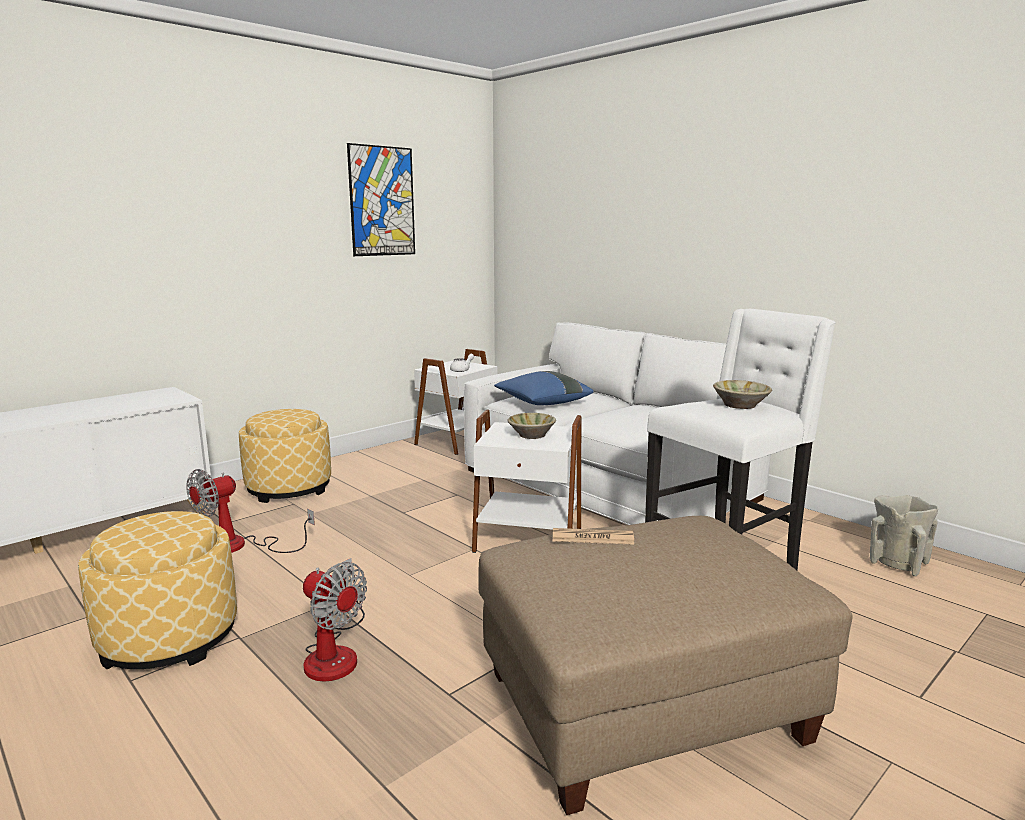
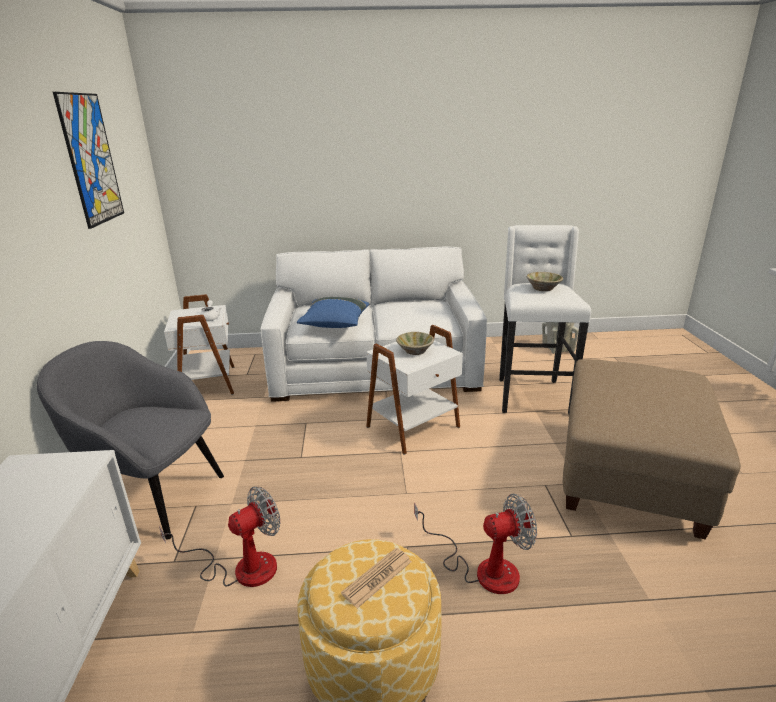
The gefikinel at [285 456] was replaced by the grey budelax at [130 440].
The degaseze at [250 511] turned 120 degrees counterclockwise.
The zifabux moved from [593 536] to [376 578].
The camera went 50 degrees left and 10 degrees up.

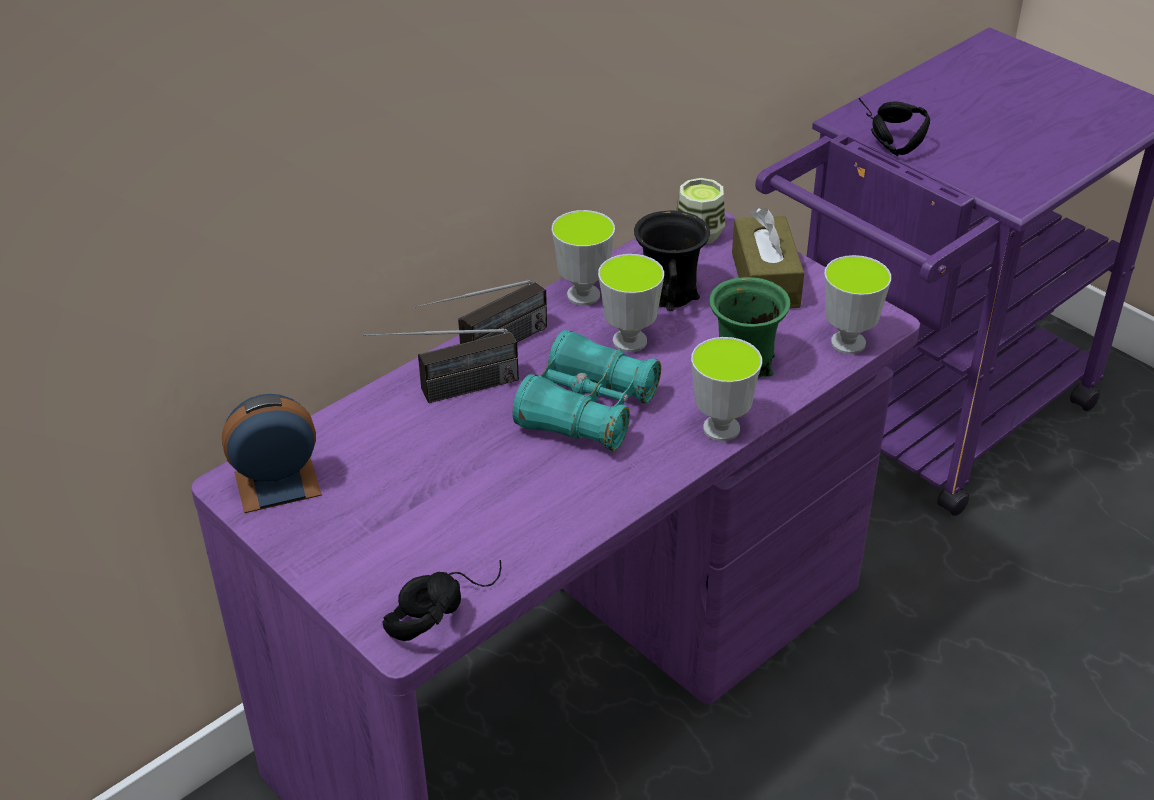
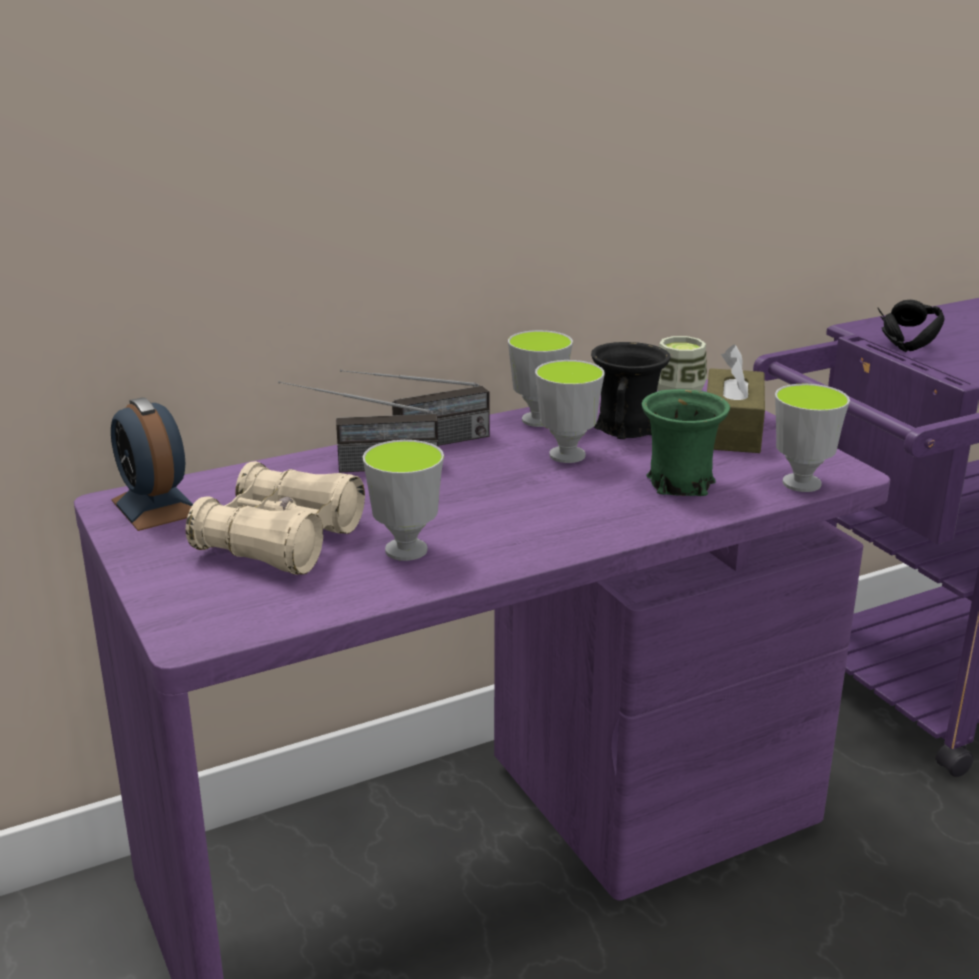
The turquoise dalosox at [587 390] disappeared.
The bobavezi moved from [726 389] to [403 500].
The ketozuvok at [272 453] turned 120 degrees counterclockwise.
The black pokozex at [442 600] disappeared.
The beige dalosox at [275 518] appeared.
The camera went 15 degrees right and 15 degrees down.

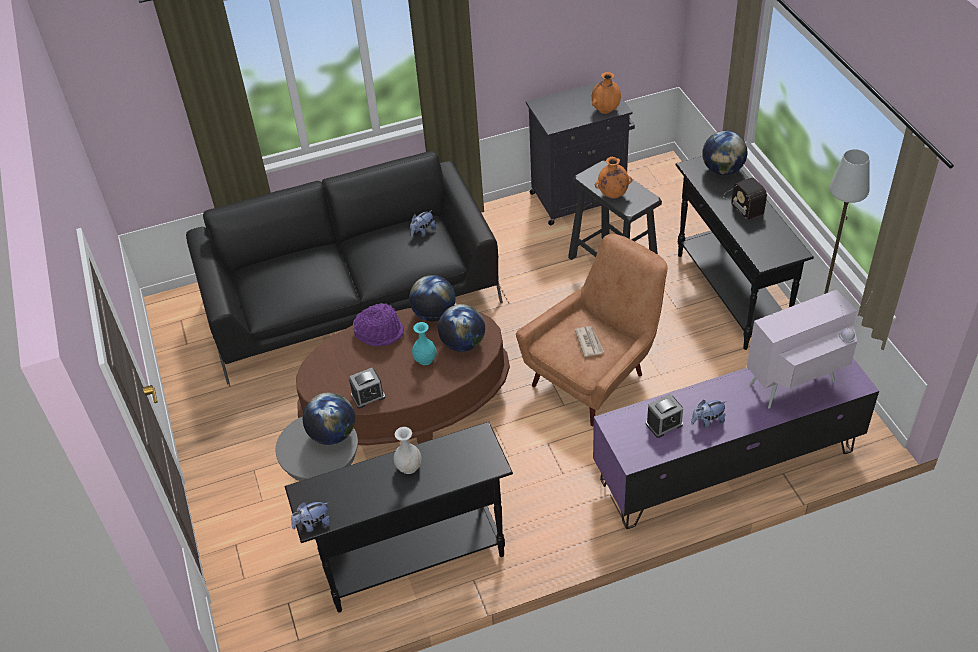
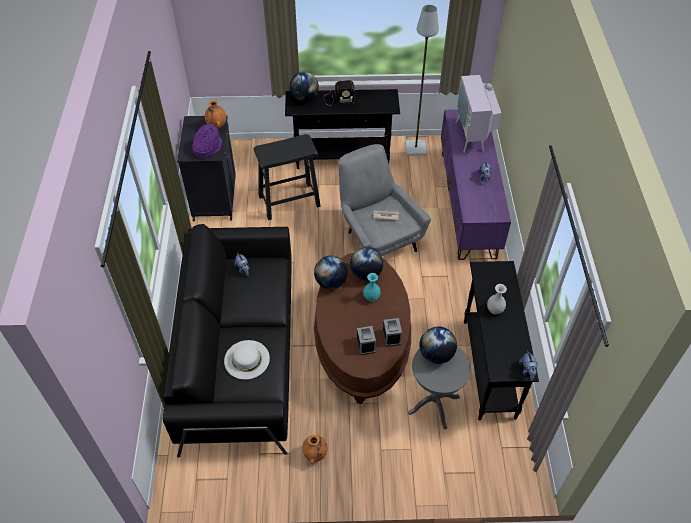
The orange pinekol moved from [613 177] to [315 449].
The brown budelax at [592 330] became the grey budelax at [384 200].
The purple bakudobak moved from [378 324] to [207 140].
The ketozuvok moved from [664 416] to [366 340].
The white bakudobak at [247 360] appeared.
The camera went 75 degrees left and 5 degrees up.

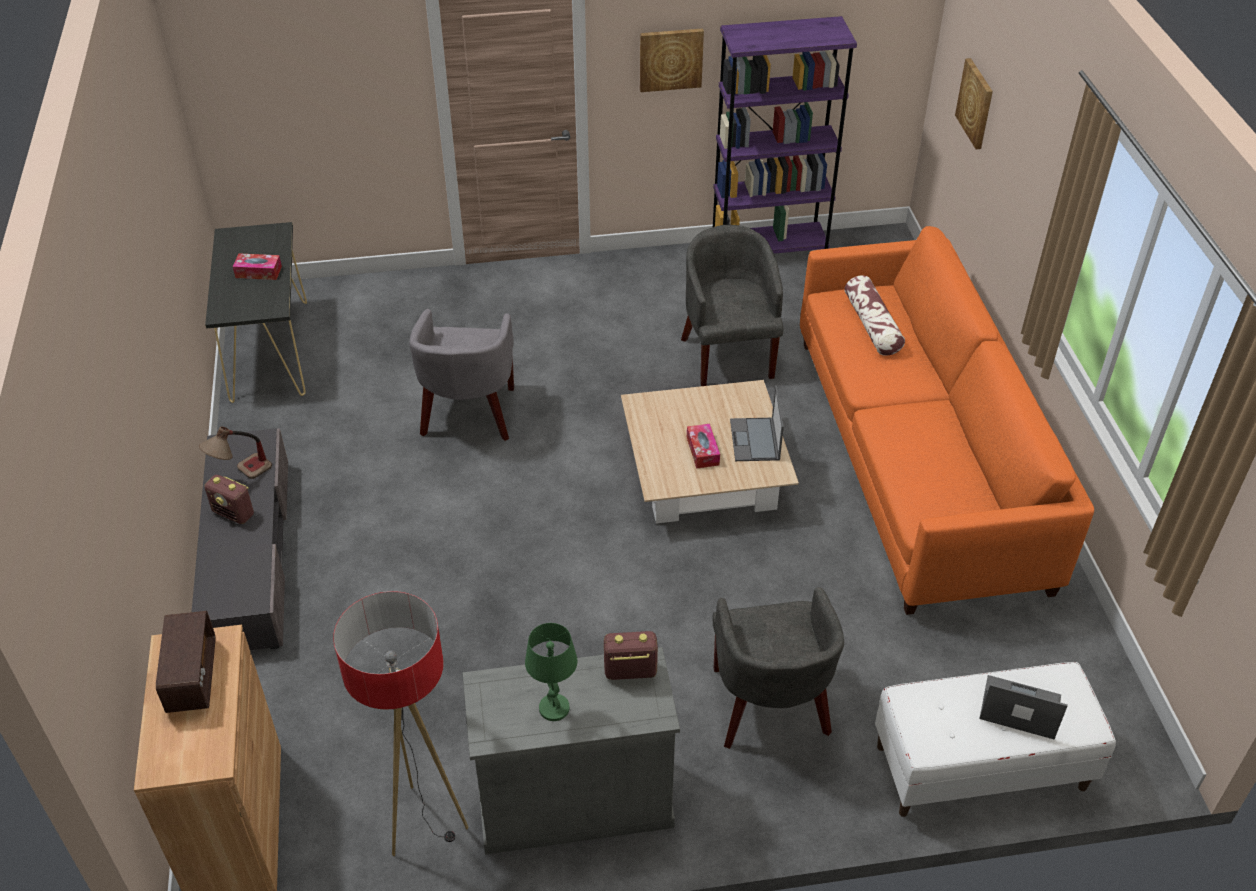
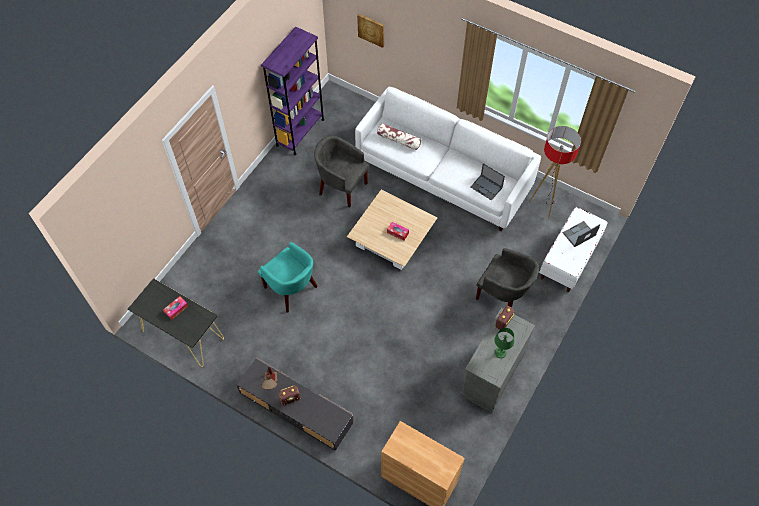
The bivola at [672 60] disappeared.
The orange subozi at [947 420] became the white subozi at [448 159].
The grey budelax at [461 375] became the turquoise budelax at [287 277].
The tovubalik moved from [757 423] to [487 182].
The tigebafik moved from [400 723] to [555 172].
The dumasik at [186 662] disappeared.
The camera went 50 degrees left and 15 degrees up.

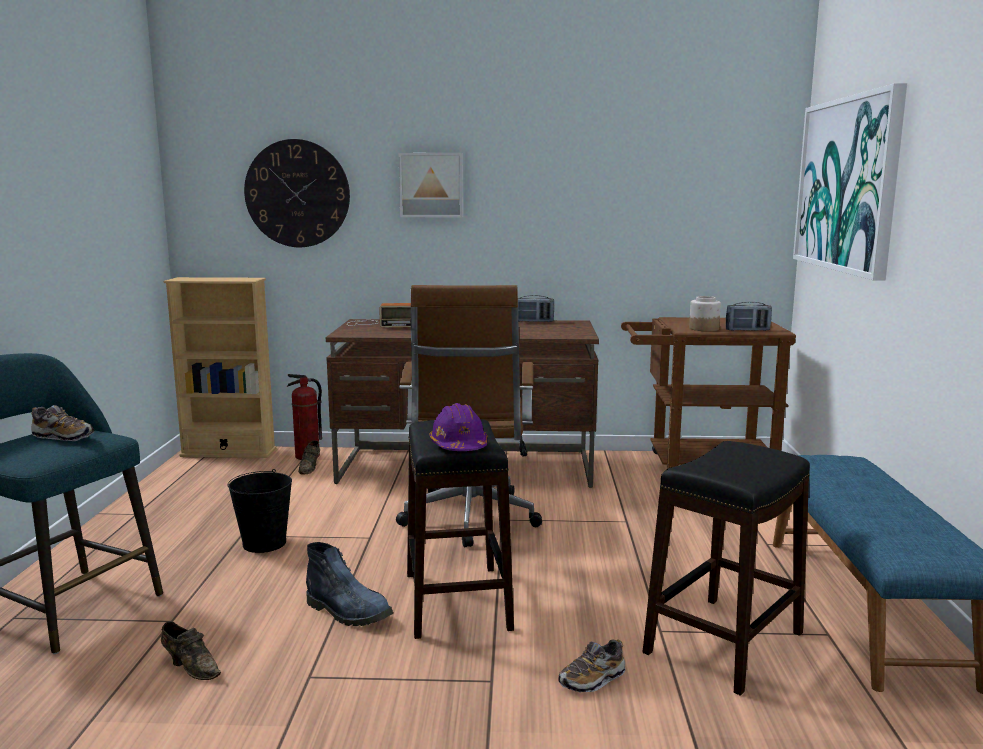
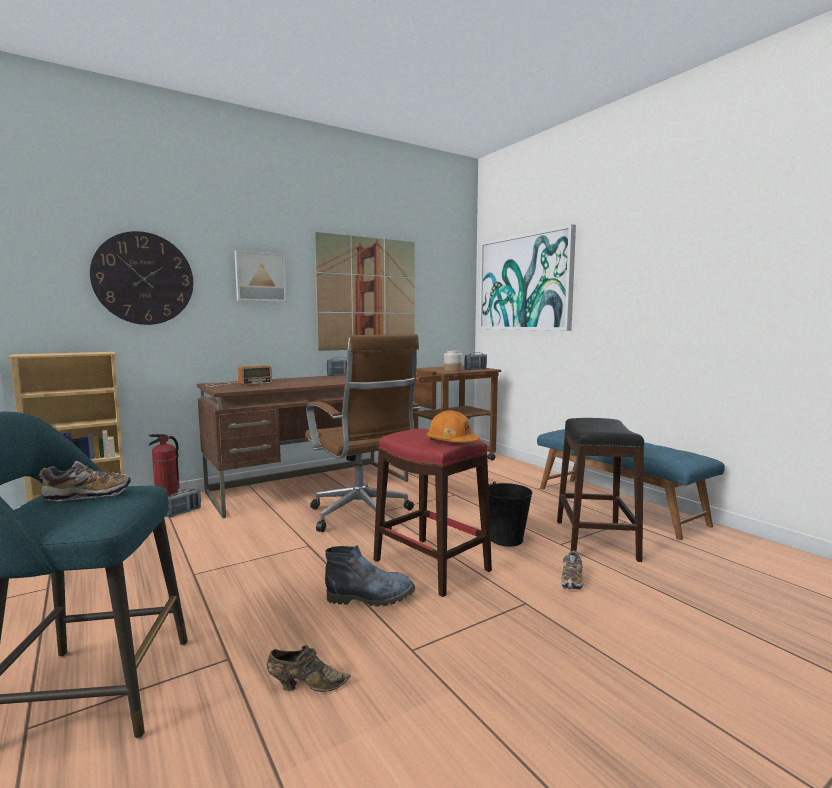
The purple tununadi at [458 427] became the orange tununadi at [453 426].
The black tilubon at [460 529] became the red tilubon at [432 512].
The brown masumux at [309 457] was replaced by the dumasik at [183 503].
The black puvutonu moved from [259 511] to [510 514].
The bivola at [365 291] appeared.
The camera went 35 degrees left and 5 degrees down.

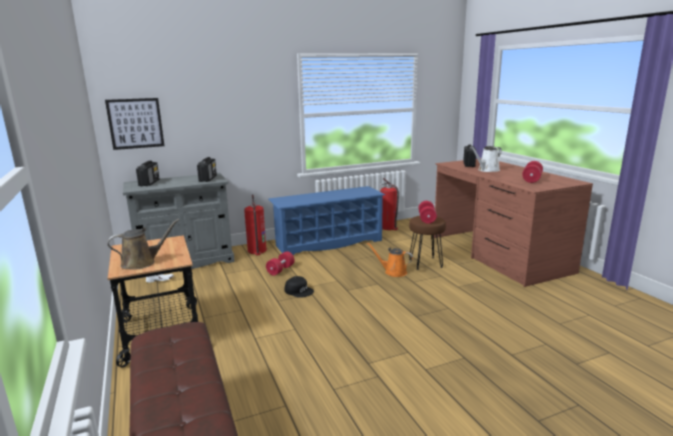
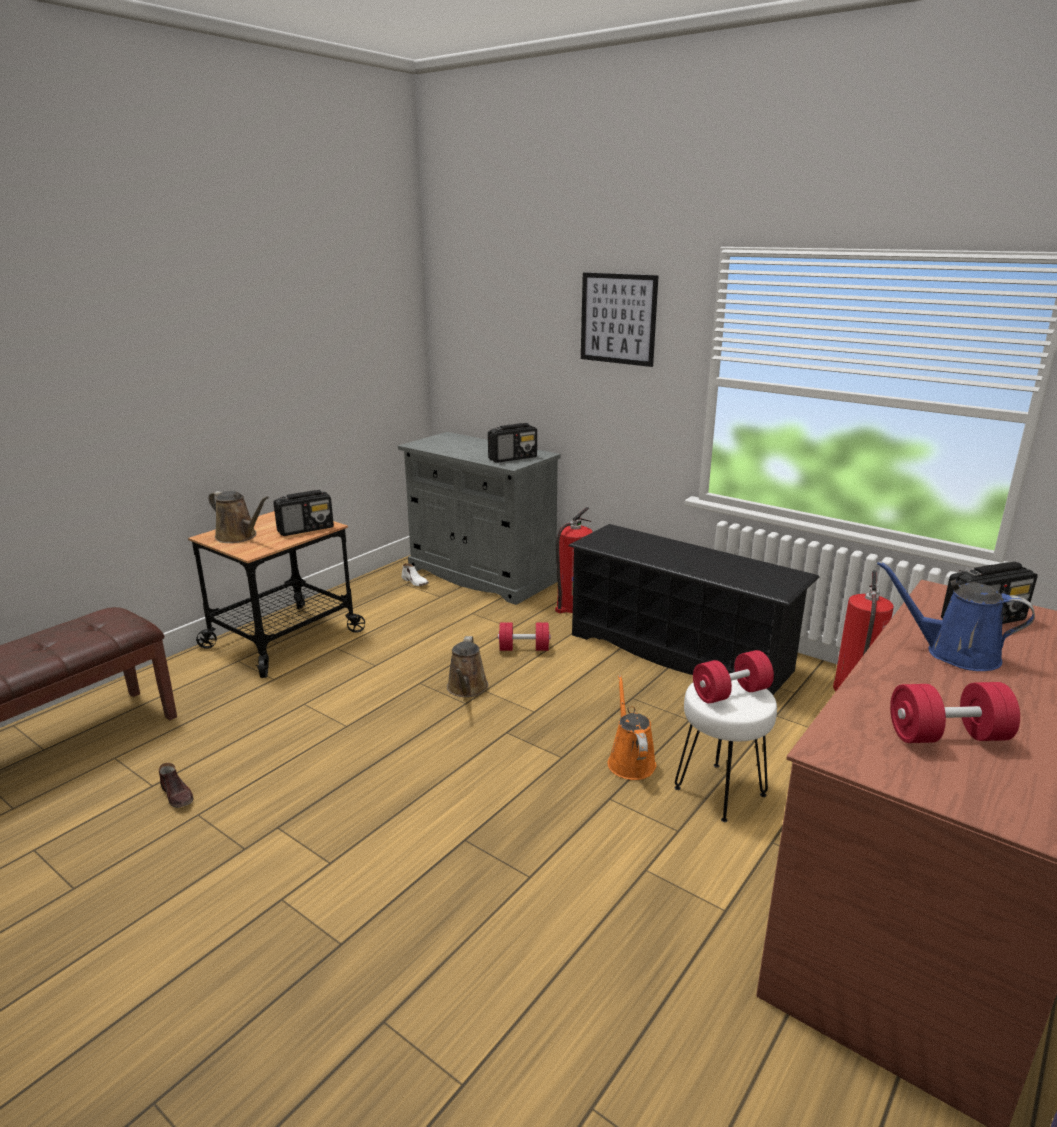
The bivola moved from [134 124] to [620 320].
The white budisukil at [486 159] became the blue budisukil at [956 616].
The dumasik moved from [147 173] to [303 513].
The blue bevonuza at [326 220] became the black bevonuza at [693 609].
The brown tilubon at [427 243] became the white tilubon at [726 750].
The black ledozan at [299 287] was replaced by the brown budisukil at [467 666].
The brown masumux at [176 785] appeared.
The camera went 60 degrees right and 5 degrees up.

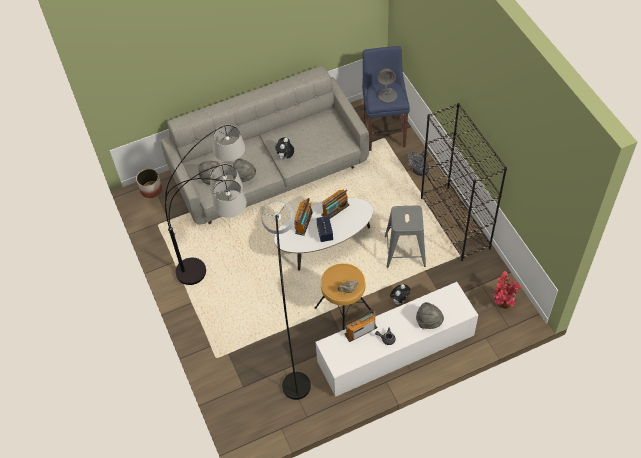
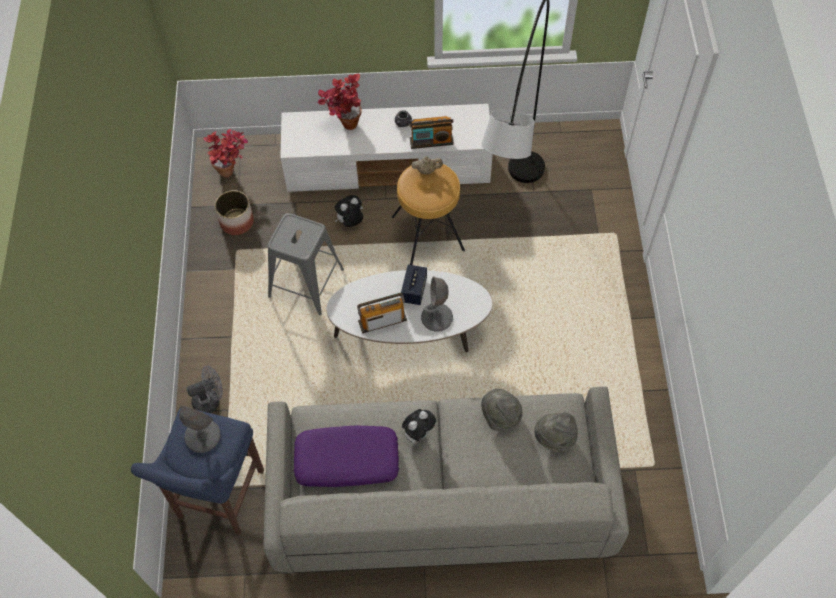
The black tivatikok at [464 182] disappeared.
The tigebafik at [206 205] disappeared.
The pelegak moved from [149 183] to [234 212].
The dumasik at [303 217] was replaced by the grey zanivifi at [437 304].
The grey bakudobak at [430 315] was replaced by the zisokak at [339 102].
The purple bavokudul at [346 456] appeared.
The camera went 160 degrees left and 5 degrees up.

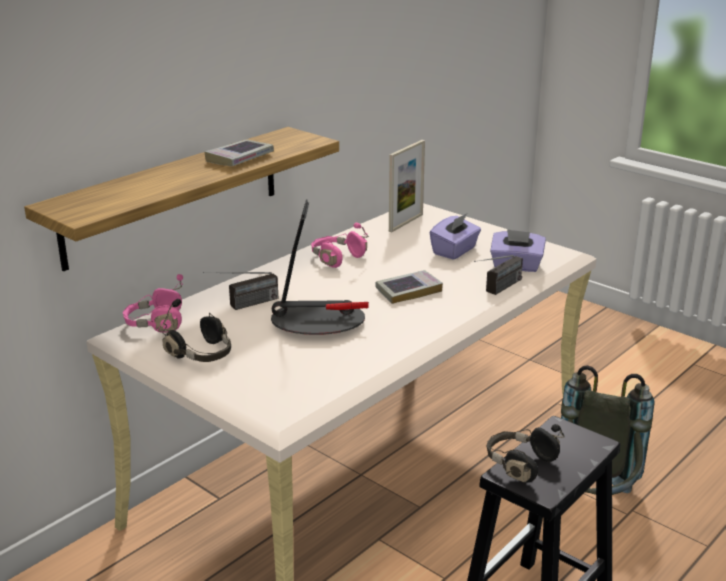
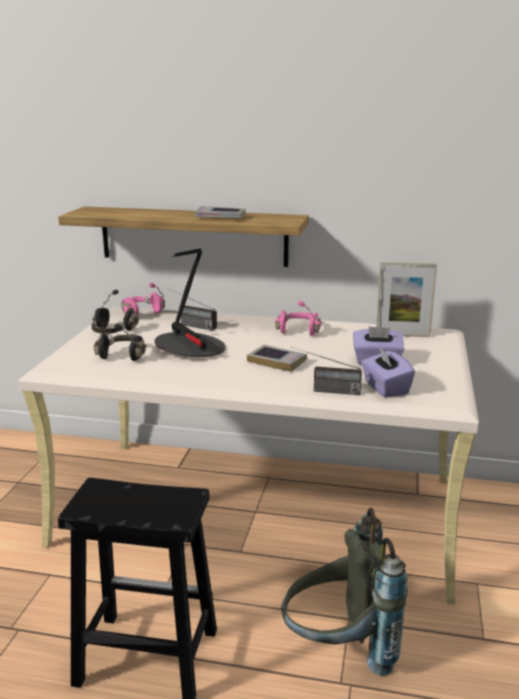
The black pokozex moved from [525 453] to [120 342].
The camera went 60 degrees right and 5 degrees down.

